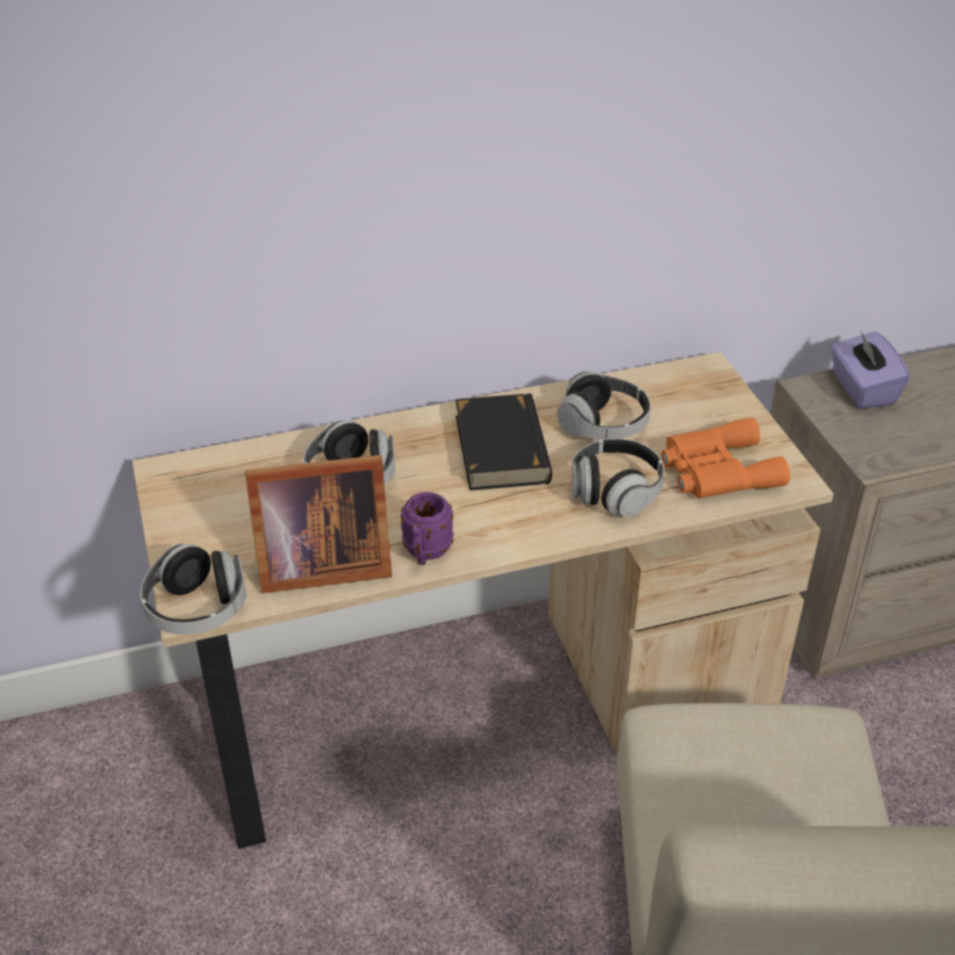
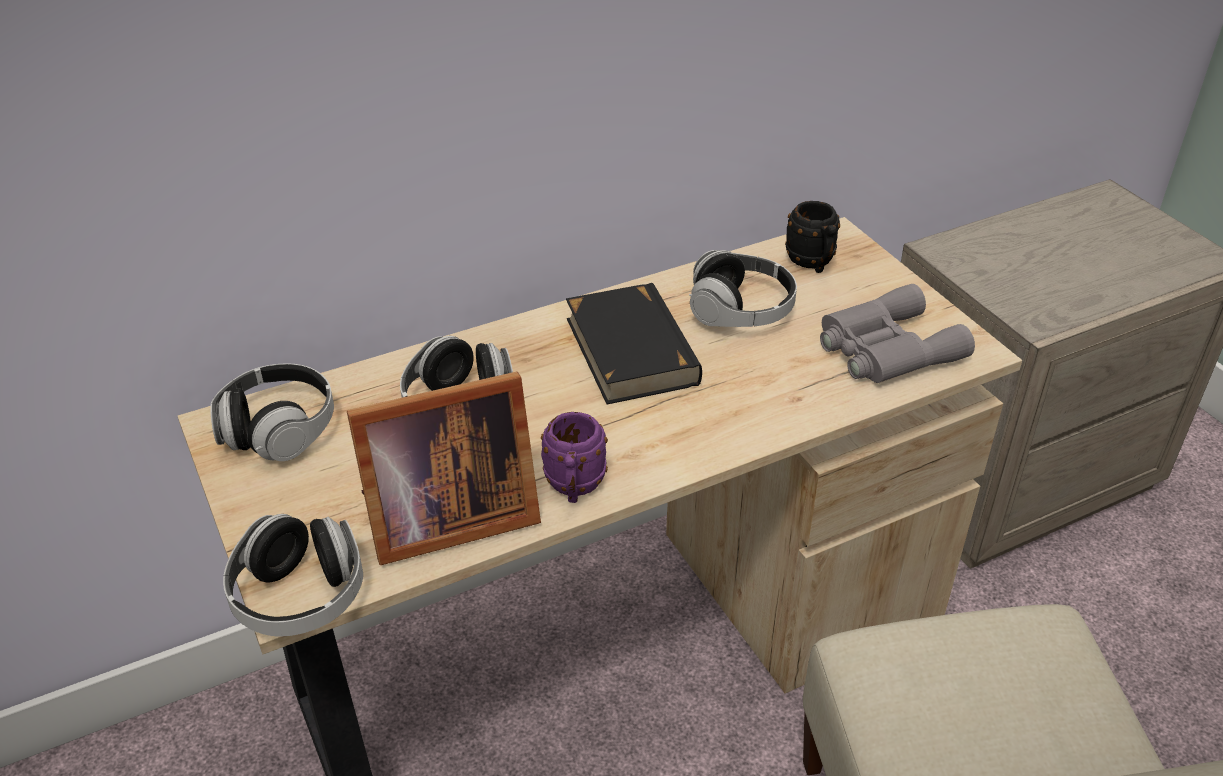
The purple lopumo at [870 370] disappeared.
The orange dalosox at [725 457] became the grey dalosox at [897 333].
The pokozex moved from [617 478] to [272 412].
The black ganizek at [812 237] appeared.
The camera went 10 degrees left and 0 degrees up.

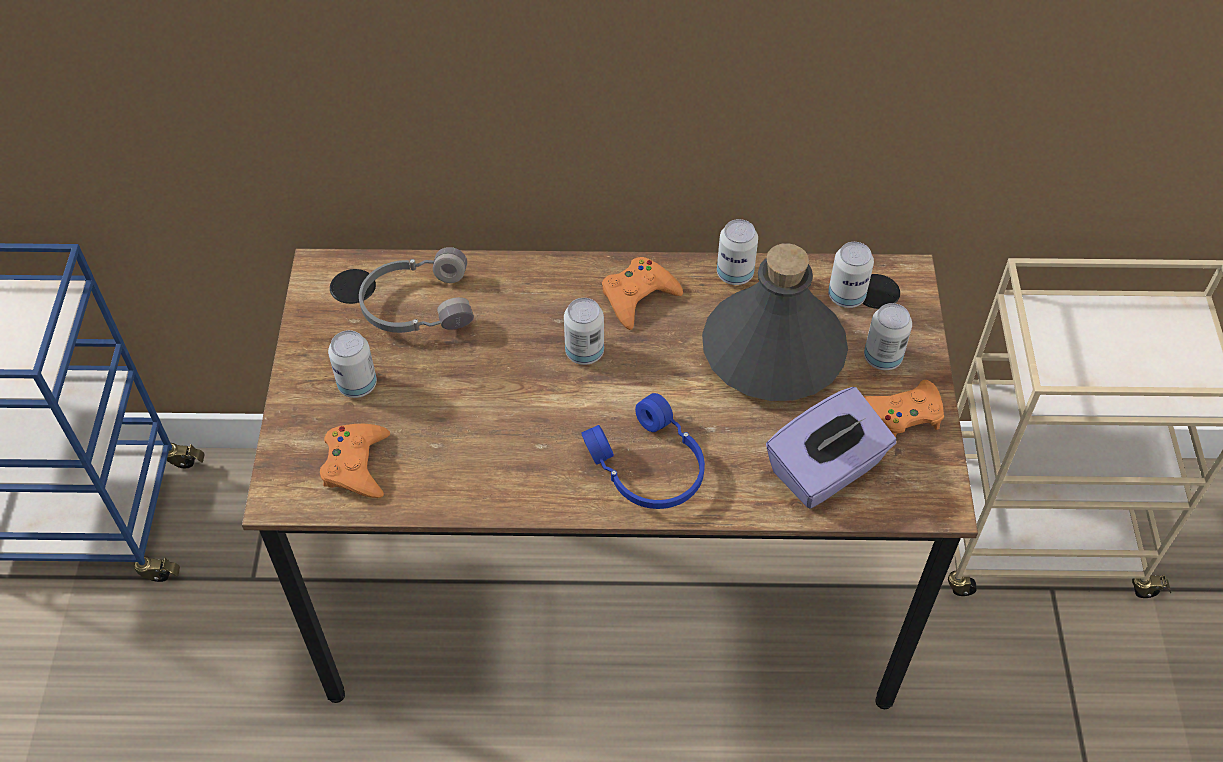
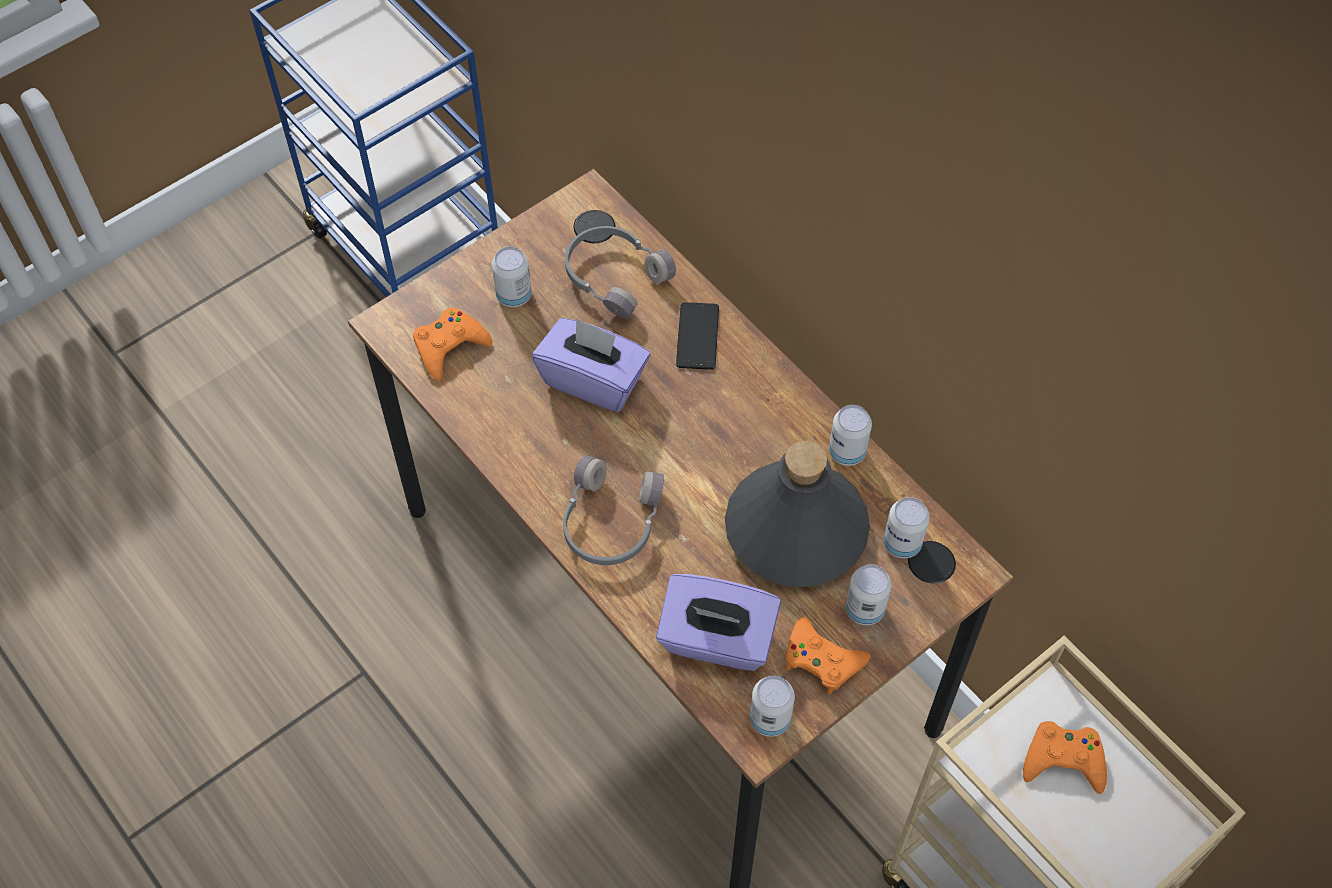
The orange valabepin moved from [642 293] to [1065 757].
The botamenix moved from [584 331] to [772 706].
The blue pokozex at [643 451] became the grey pokozex at [613 510].
The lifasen at [697 336] appeared.
The purple lopumo at [591 365] appeared.
The camera went 50 degrees right and 5 degrees up.

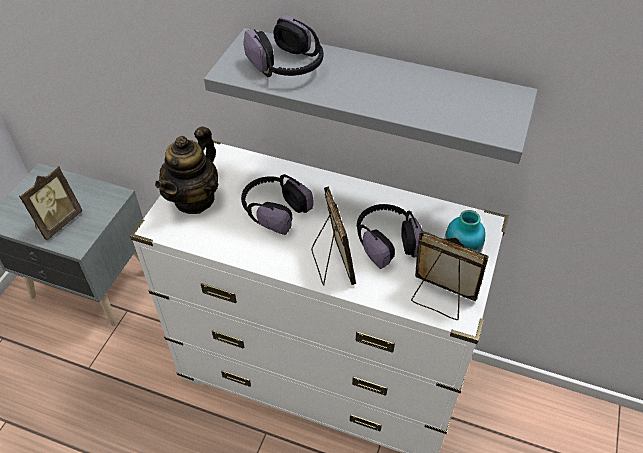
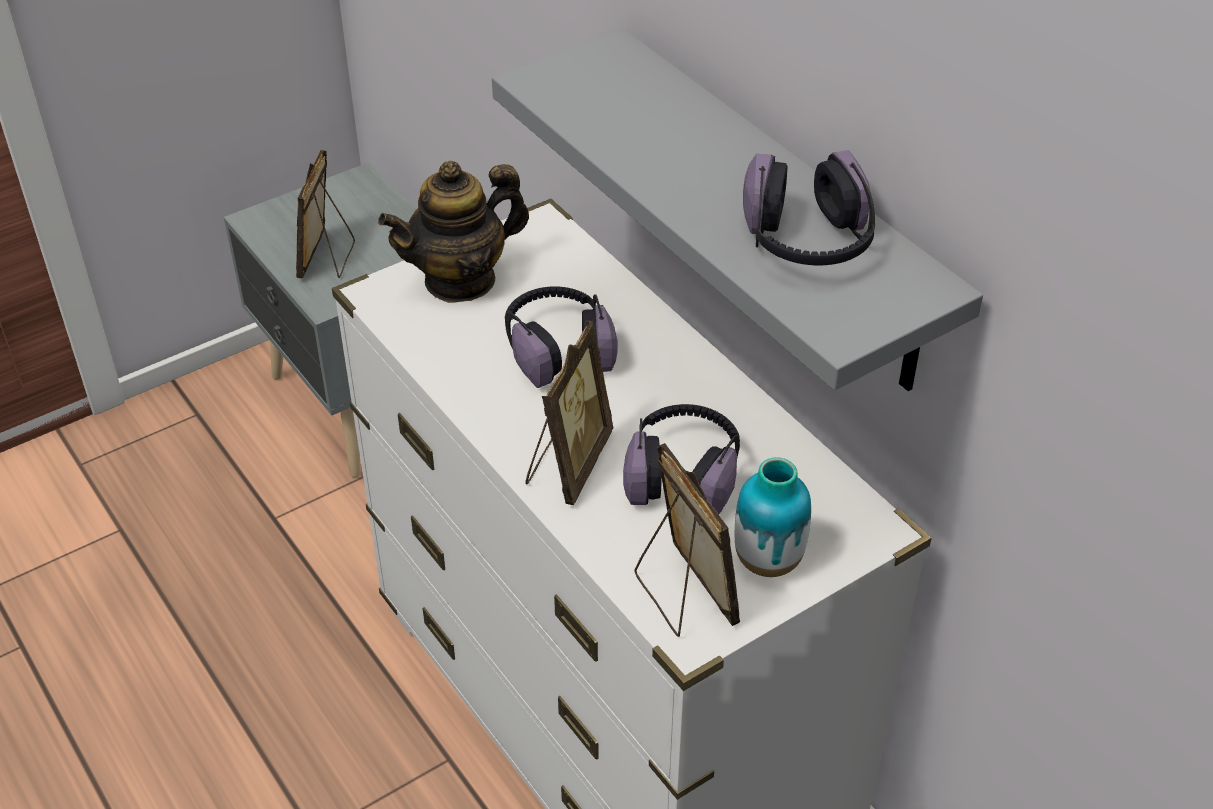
The pokozex moved from [283 45] to [809 207].
The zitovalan at [50 203] turned 120 degrees clockwise.
The camera went 35 degrees right and 5 degrees down.

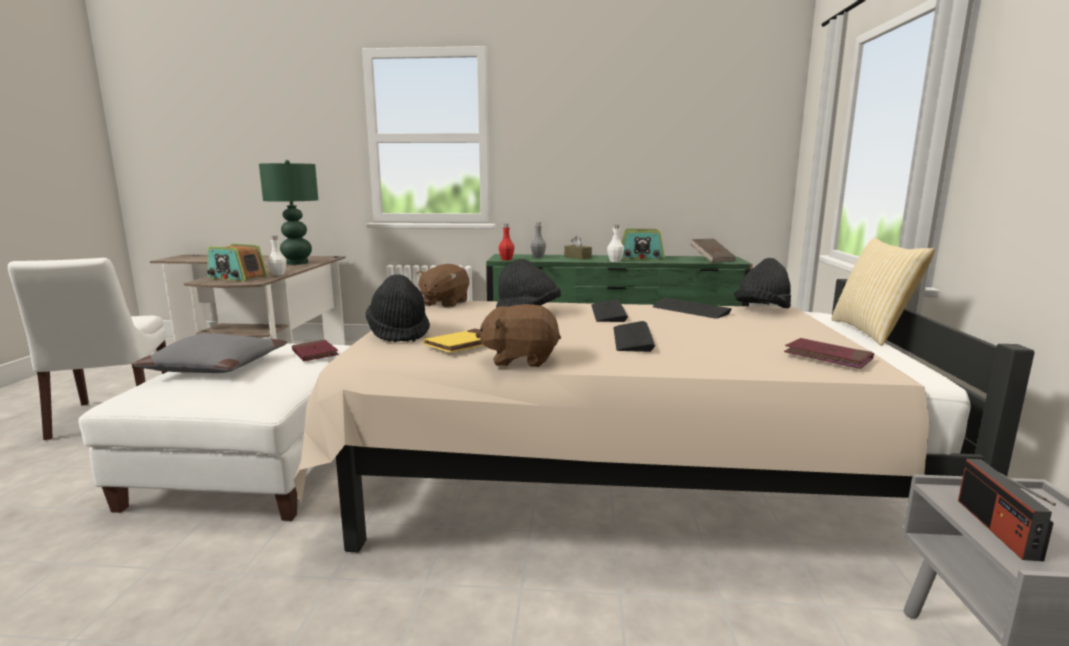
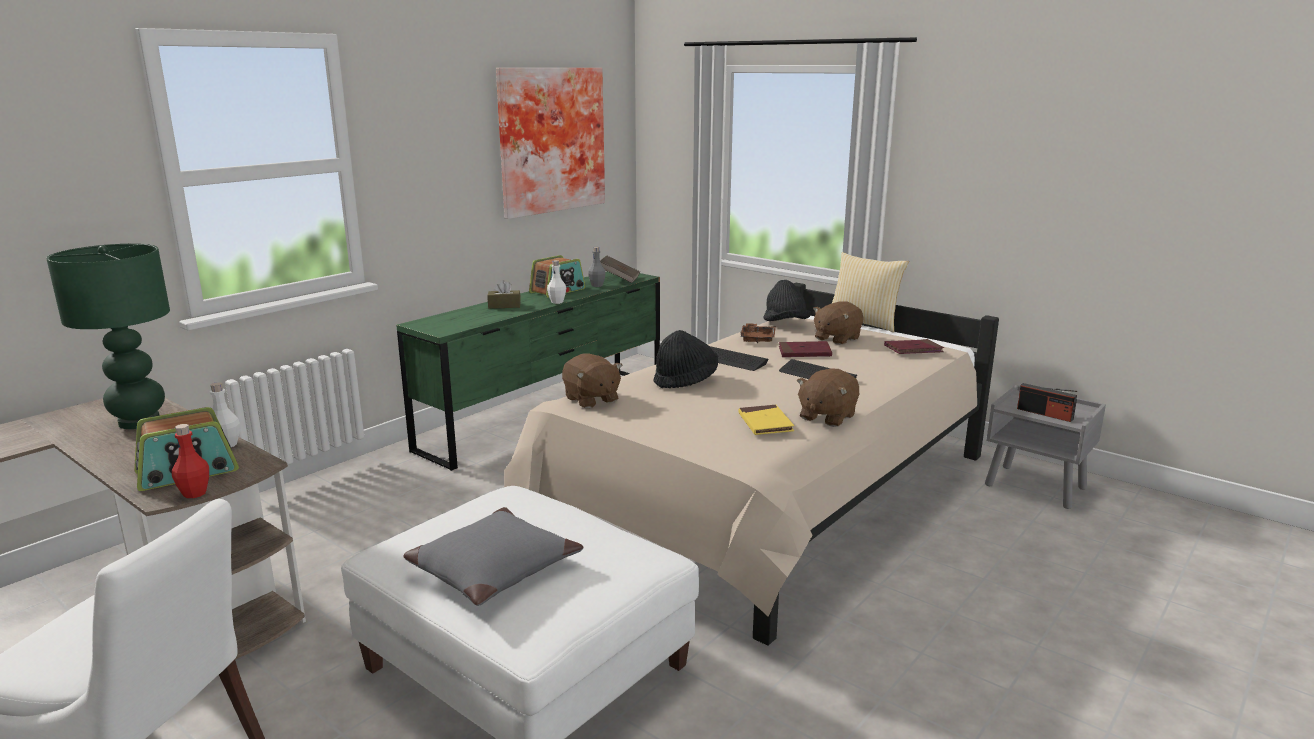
The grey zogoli moved from [538 240] to [597 267].
The red zogoli moved from [507 242] to [190 461].
The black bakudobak at [398 308] disappeared.
The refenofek at [692 308] was replaced by the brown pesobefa at [758 333].
The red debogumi moved from [315 350] to [805 349].
The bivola at [550 143] appeared.
The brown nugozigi at [838 323] appeared.
The camera went 55 degrees left and 5 degrees up.

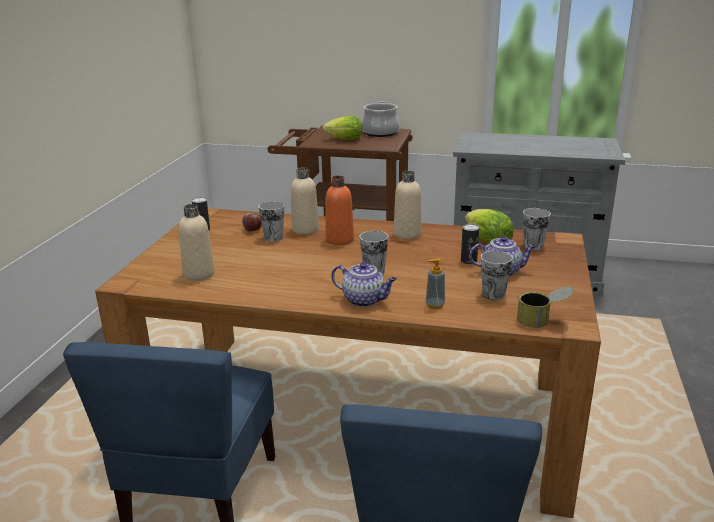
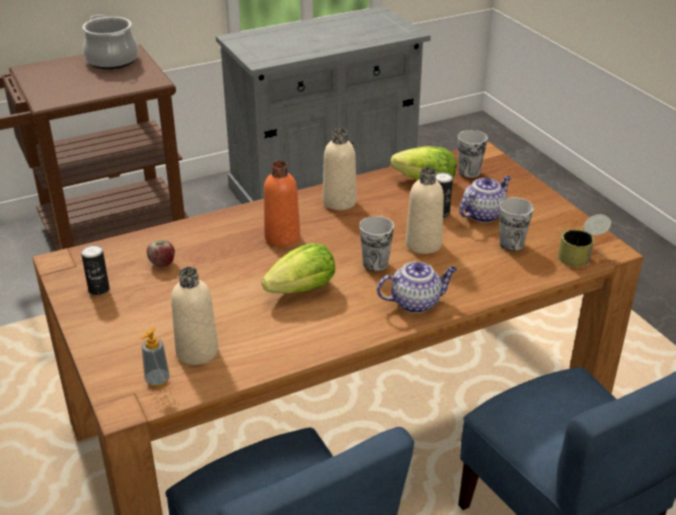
The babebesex moved from [342 128] to [298 268].
The beige zogoli moved from [305 201] to [425 210].
The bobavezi at [271 221] disappeared.
The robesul moved from [435 283] to [155 357].
The camera went 40 degrees left and 10 degrees up.

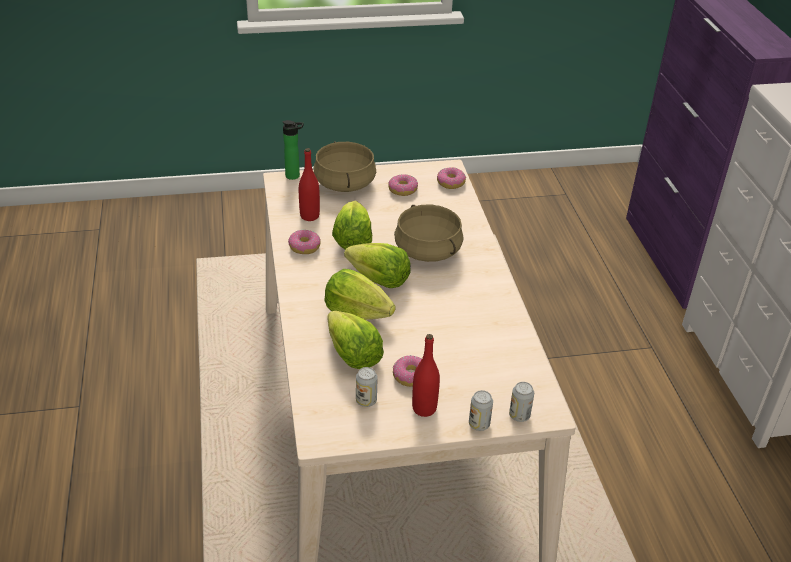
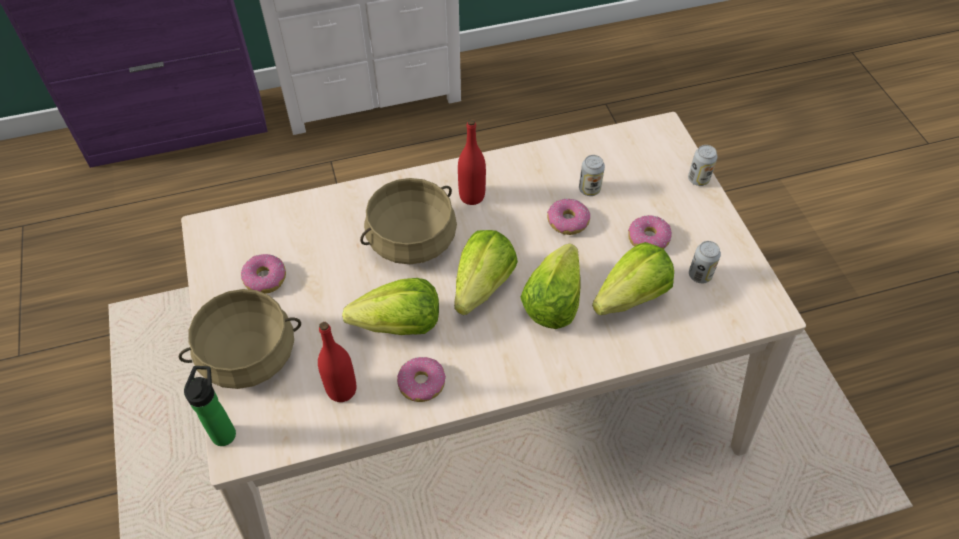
The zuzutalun moved from [451 178] to [568 217].
The red zogoli moved from [426 375] to [472 162].
The botamenix moved from [521 402] to [592 175].
The camera went 95 degrees left and 15 degrees up.

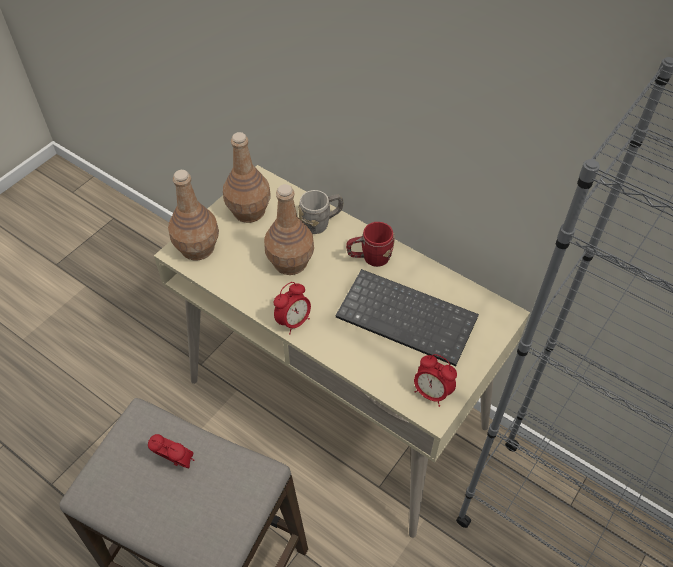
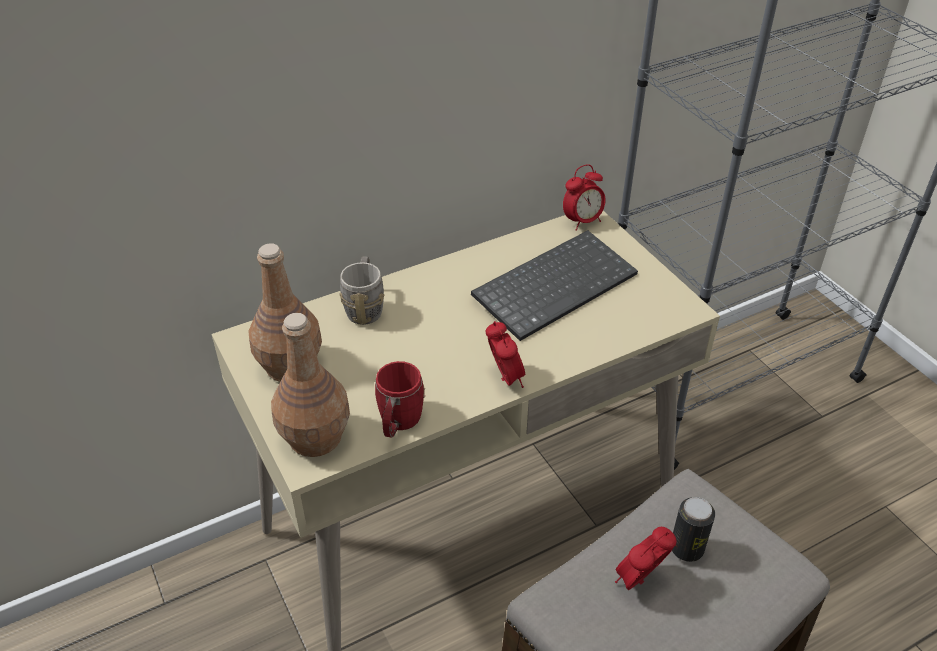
The brown zogoli at [289 229] disappeared.
The red ganizek moved from [370 244] to [400 399].
The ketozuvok moved from [435 380] to [584 197].
The botamenix at [693 529] appeared.
The camera went 65 degrees left and 10 degrees down.

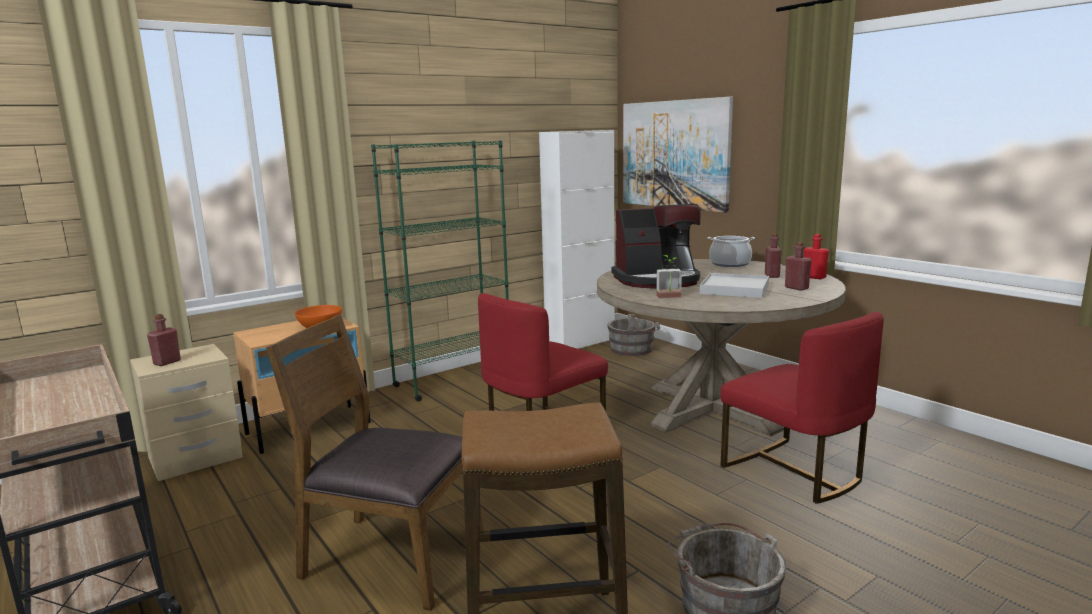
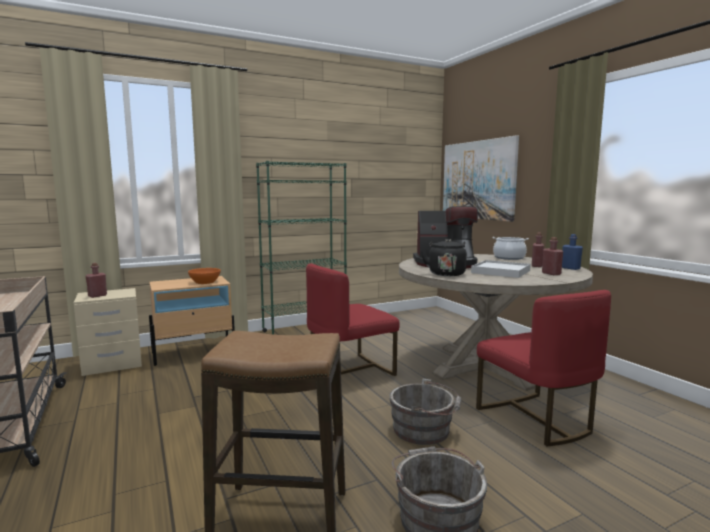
The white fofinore at [577 239] disappeared.
The red zogoli at [816 256] became the blue zogoli at [572 252].
The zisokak at [669 276] was replaced by the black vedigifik at [444 257].
The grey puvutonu moved from [633 335] to [425 411].
The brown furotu at [374 463] disappeared.
The camera went 10 degrees right and 5 degrees down.

